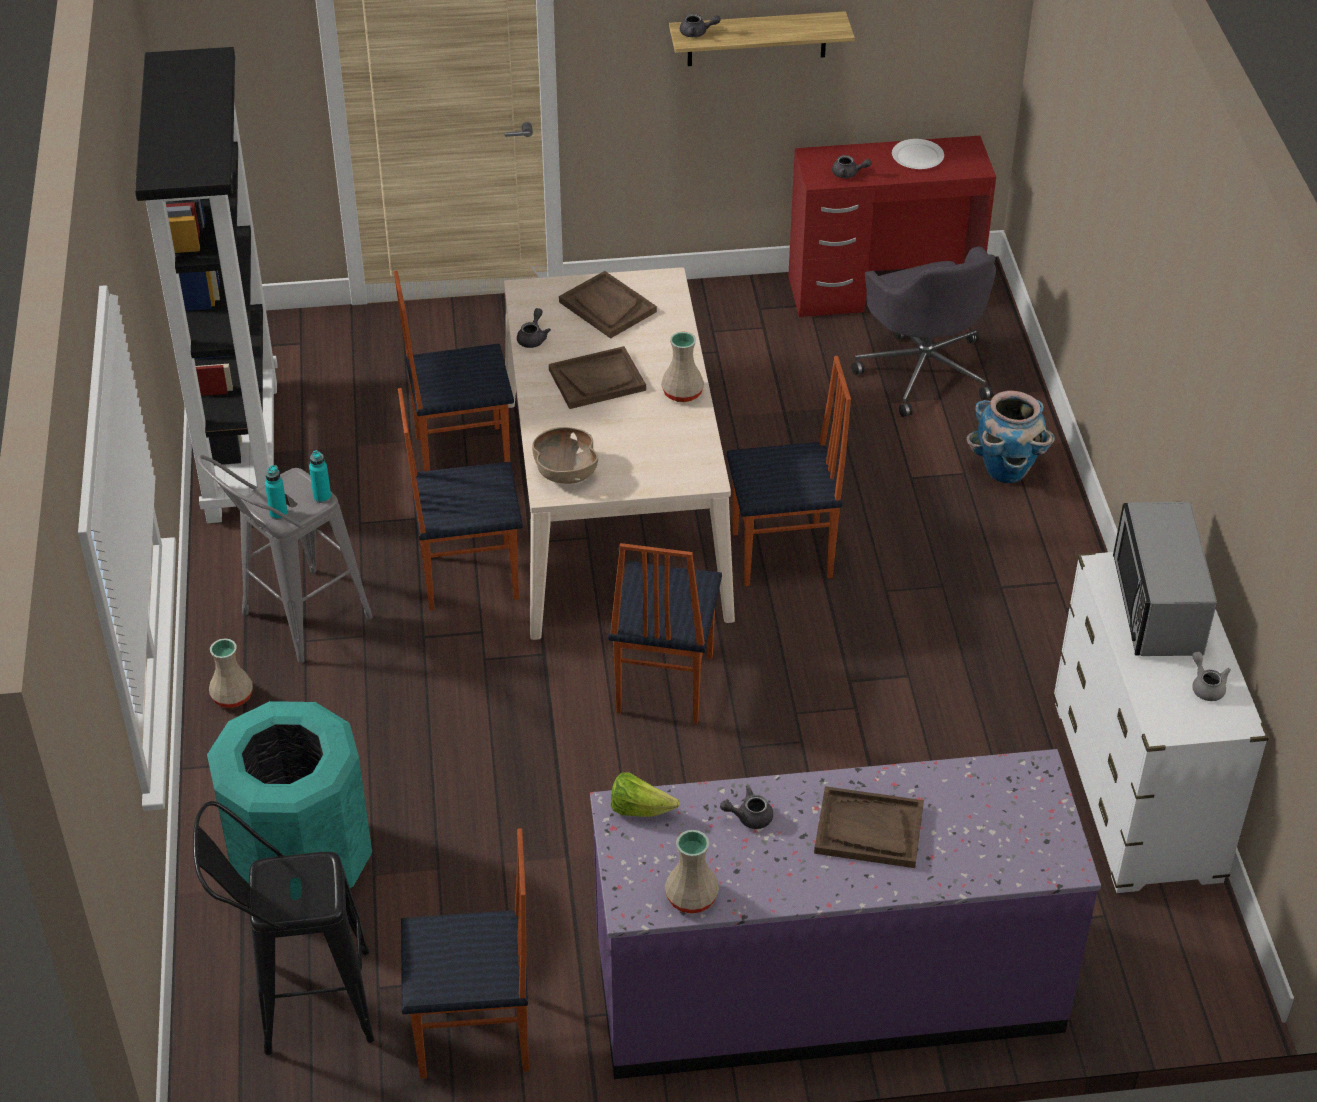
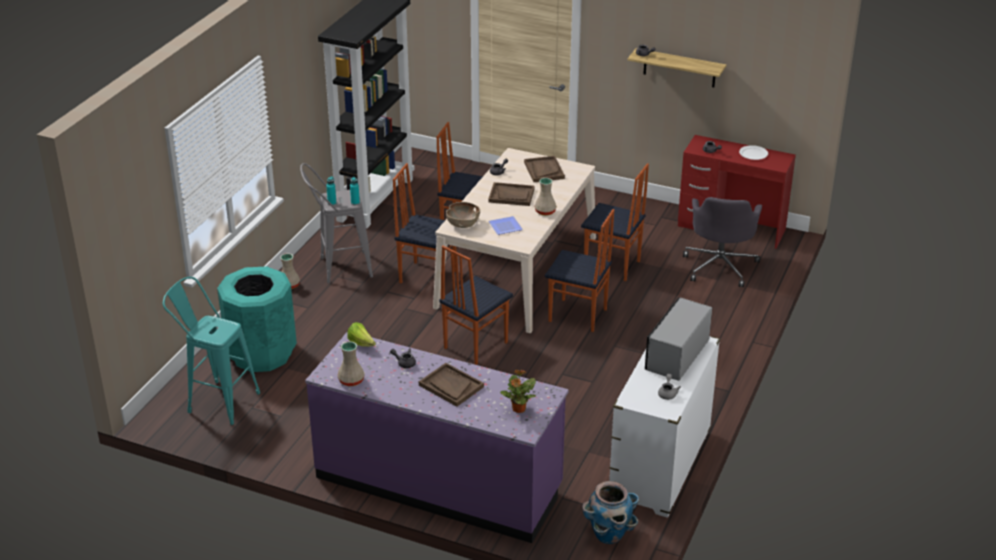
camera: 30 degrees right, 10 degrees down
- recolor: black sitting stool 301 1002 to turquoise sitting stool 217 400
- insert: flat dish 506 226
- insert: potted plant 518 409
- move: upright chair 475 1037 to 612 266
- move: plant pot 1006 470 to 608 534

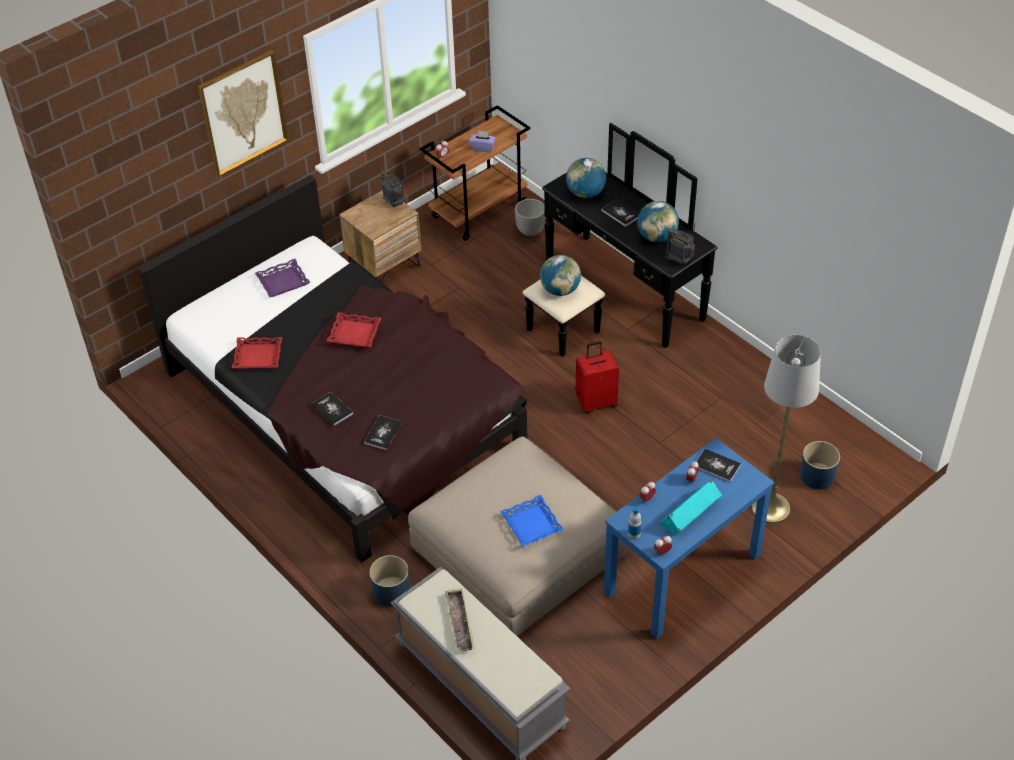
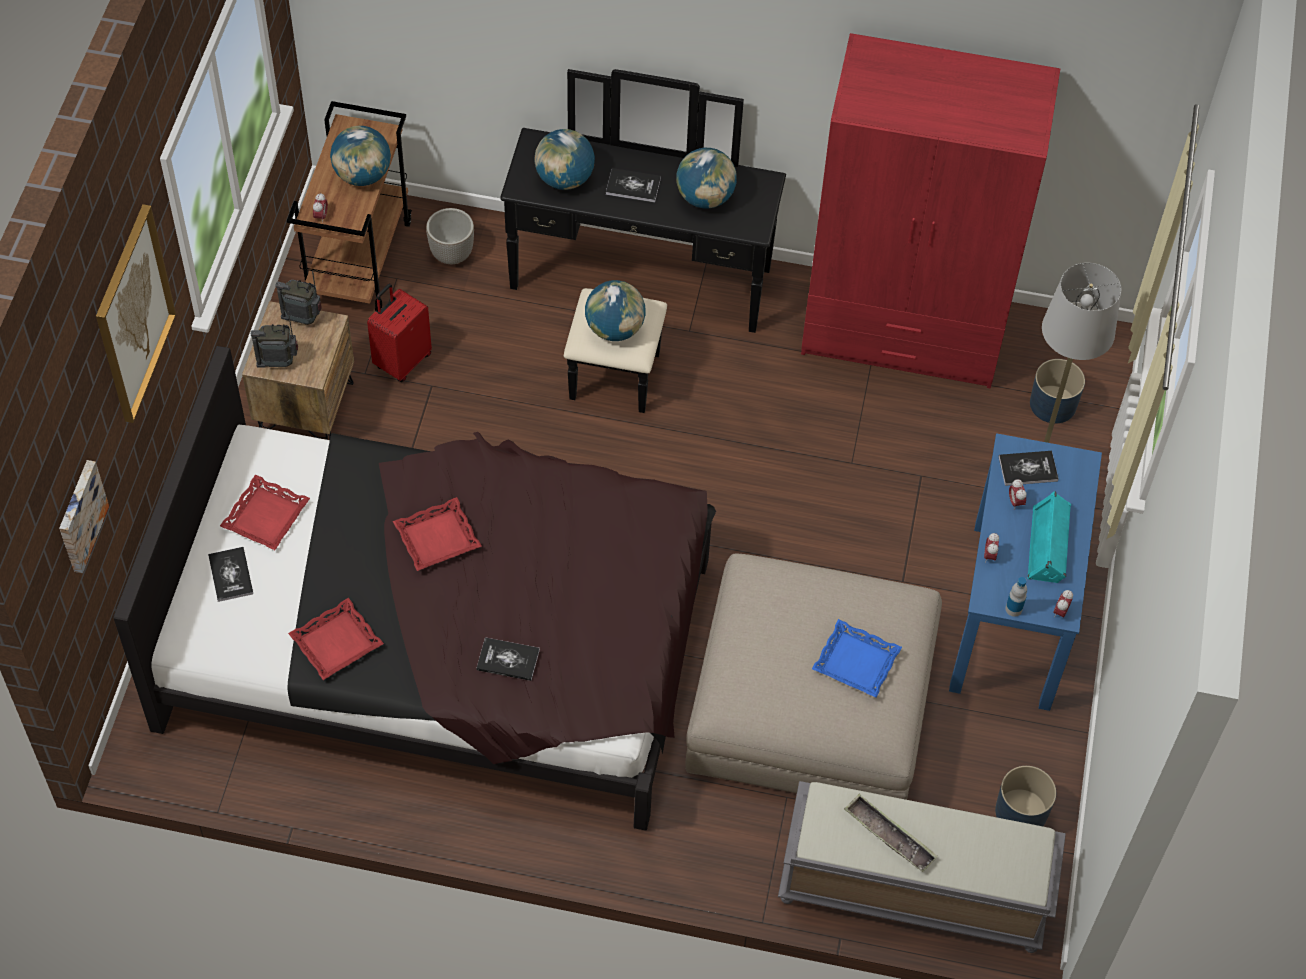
camera: 40 degrees left, 10 degrees up
- insert: wall picture 79 516
- move: bound book 383 433 to 231 575
- recolor: purple-coloured serving tray 283 282 to red serving tray 266 517
- move: radio receiver 680 261 to 278 362
- replace: purple-coloured tissue holder 483 147 to globe 362 175
- move: red suitcase 596 402 to 402 361
- insert: red armoire 903 332
- move: bluish plant pot 391 591 to 1021 812

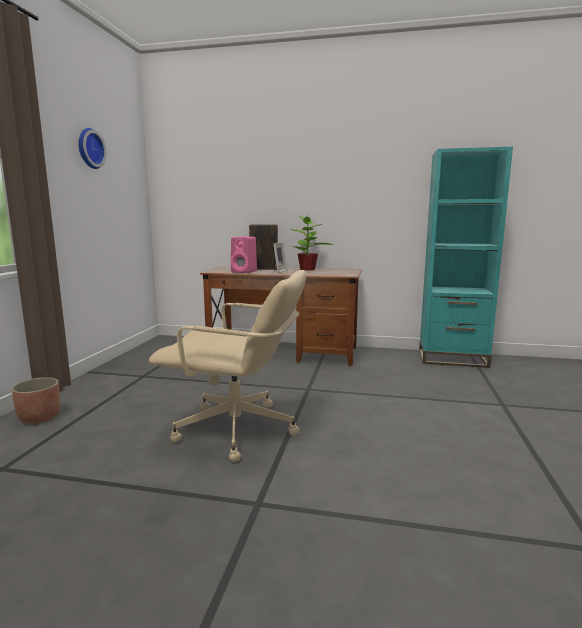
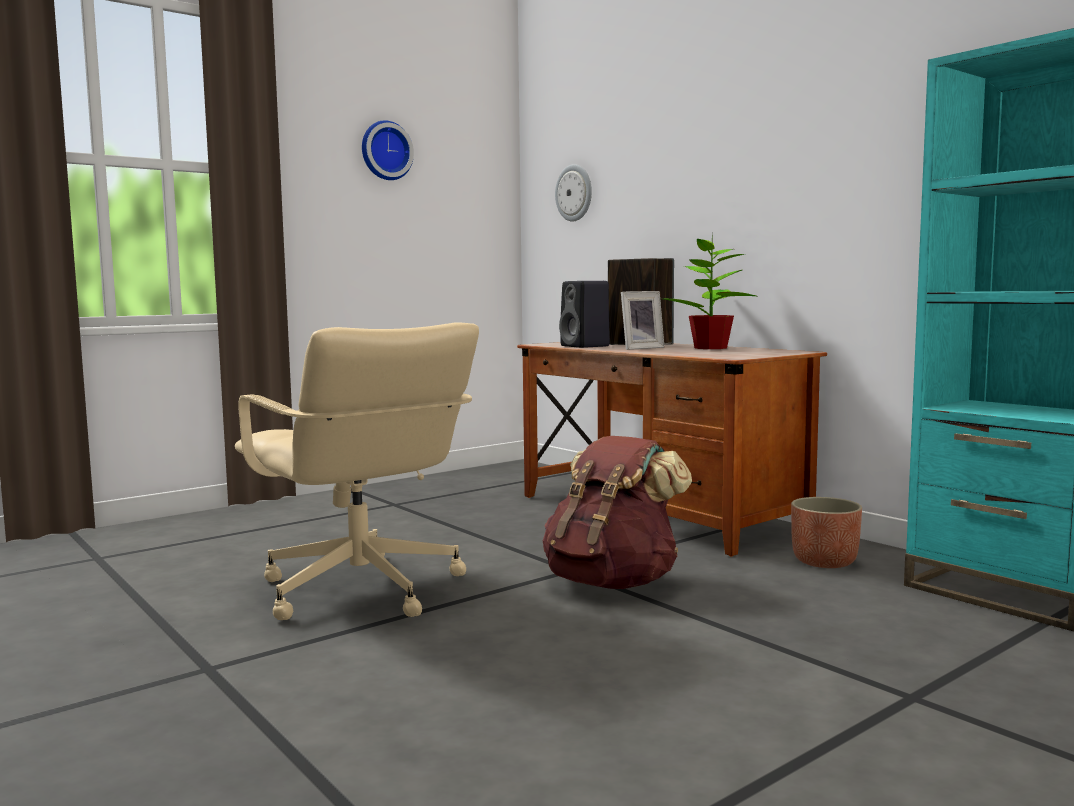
camera: 40 degrees right, 5 degrees down
- insert: brown knapsack 612 582
- insert: hanging clock 574 193
- recolor: pink loudspeaker 245 271 to black loudspeaker 586 346
- move: plant pot 40 417 to 824 562

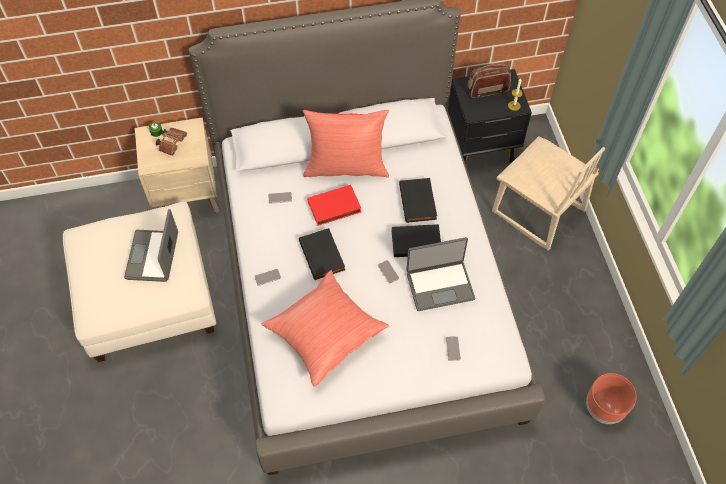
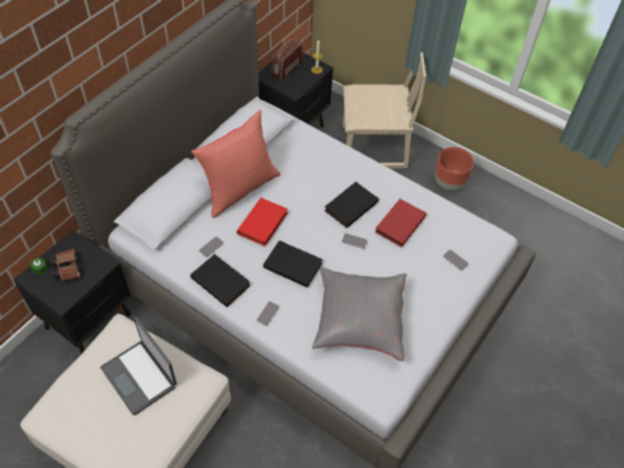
camera: 45 degrees left, 5 degrees down
- recolor: beige bedside table 188 197 to black bedside table 90 321
- move: black bound book 419 202 to 222 281
- recolor: red throw pillow 324 334 to gray throw pillow 358 321
- replace: laptop 440 285 to red bound book 399 224
- move: brown plant pot 603 409 to 449 183

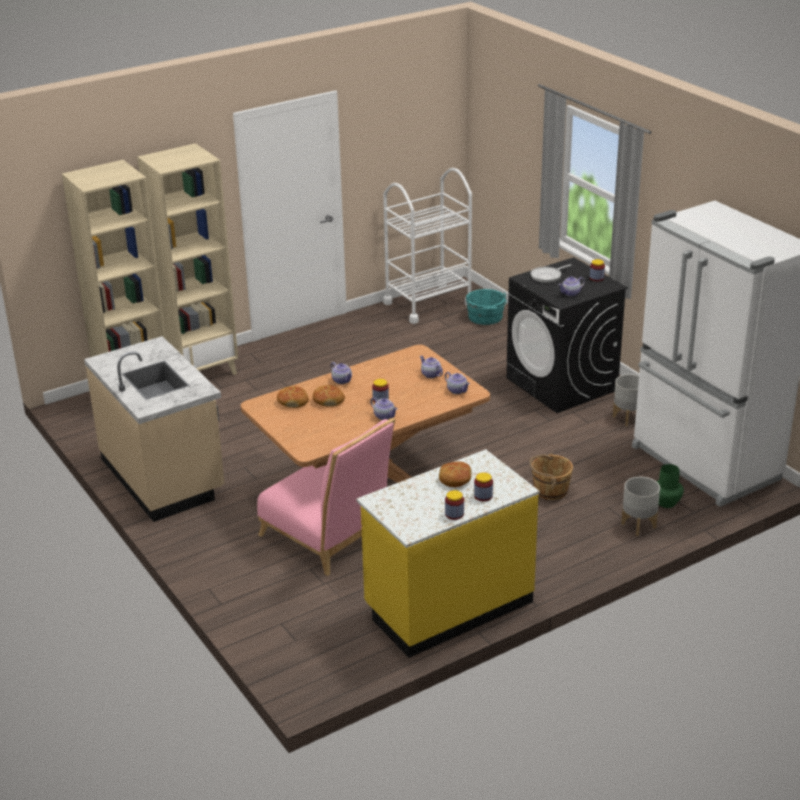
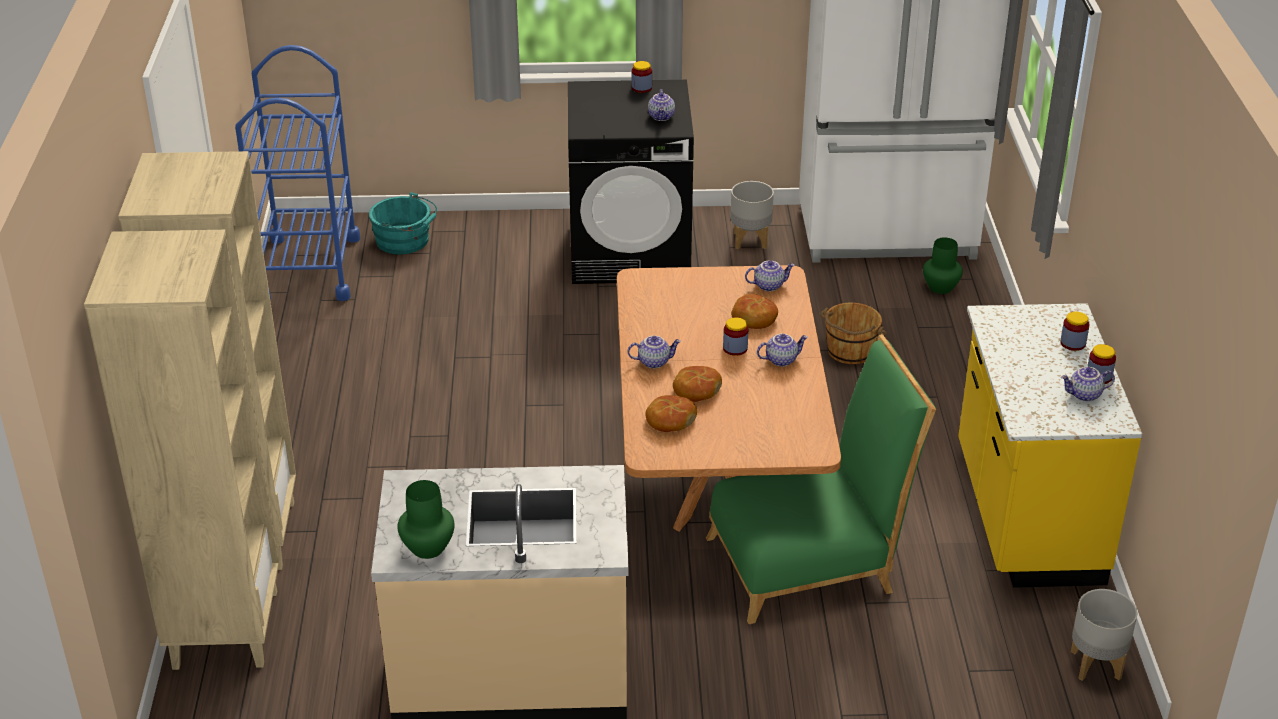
camera: 60 degrees left, 5 degrees up
- recolor: white wheeled cart 428 303 to bluish wheeled cart 309 268
- insert: green-coloured decorative vase 428 547
- recolor: pink upright chair 329 539 to green-coloured upright chair 810 562
- move: baked bread 455 479 to 753 318
- move: tea pot 430 375 to 1084 395
- move: gray plant pot 638 525 to 1095 665
- delete: pan 547 276

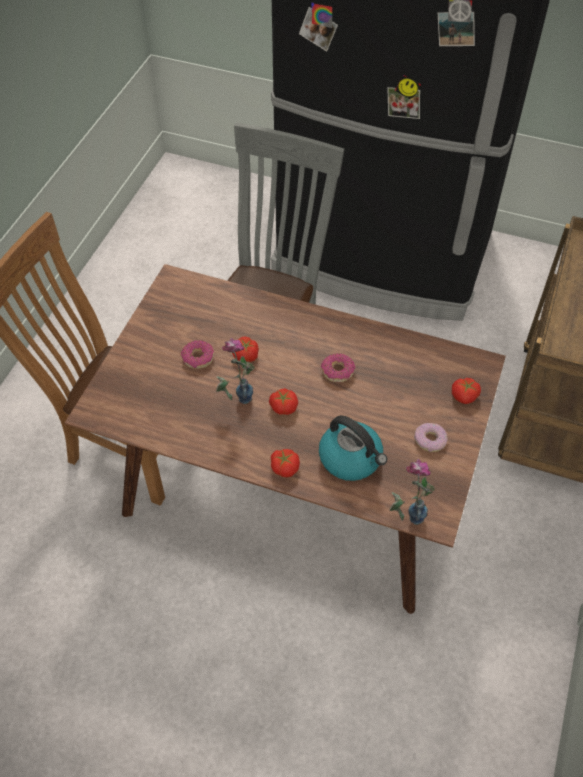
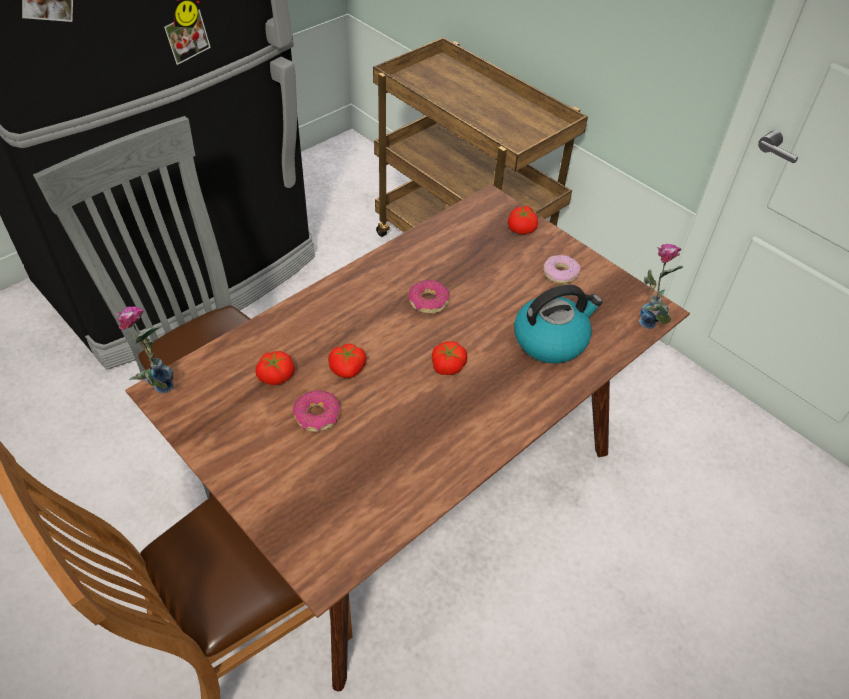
camera: 65 degrees left, 5 degrees down
- move: decorative vase 235 401 to 159 396
- move: whole tomato 285 467 to 275 375

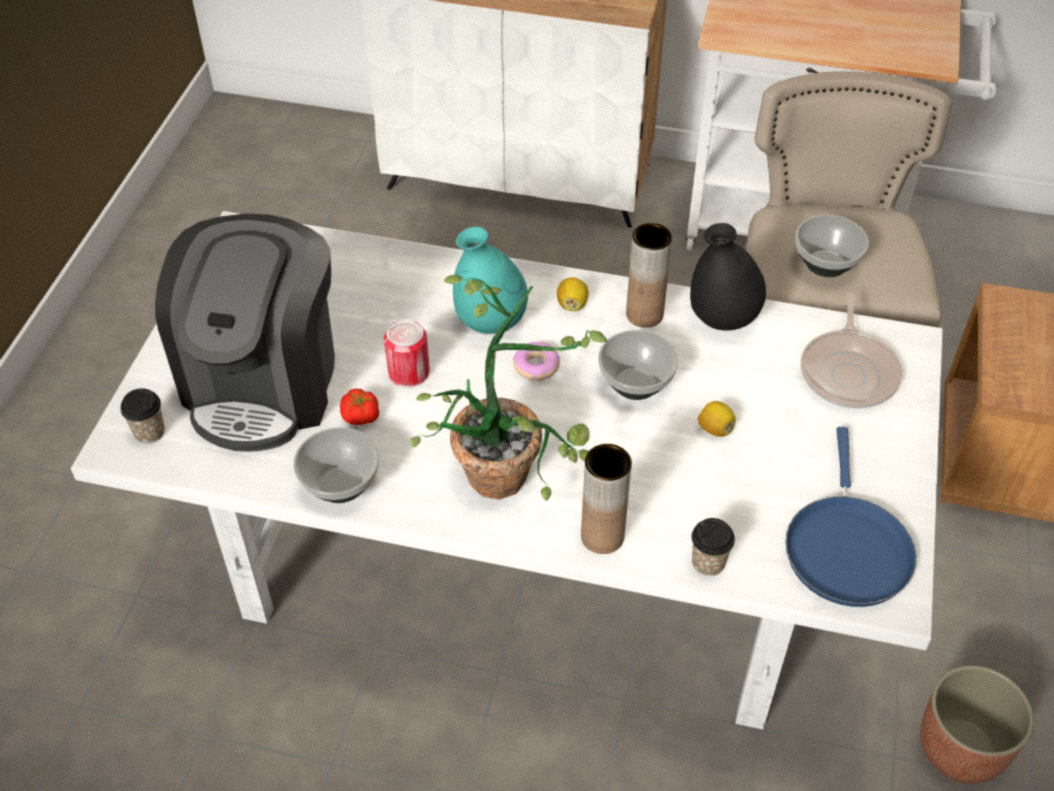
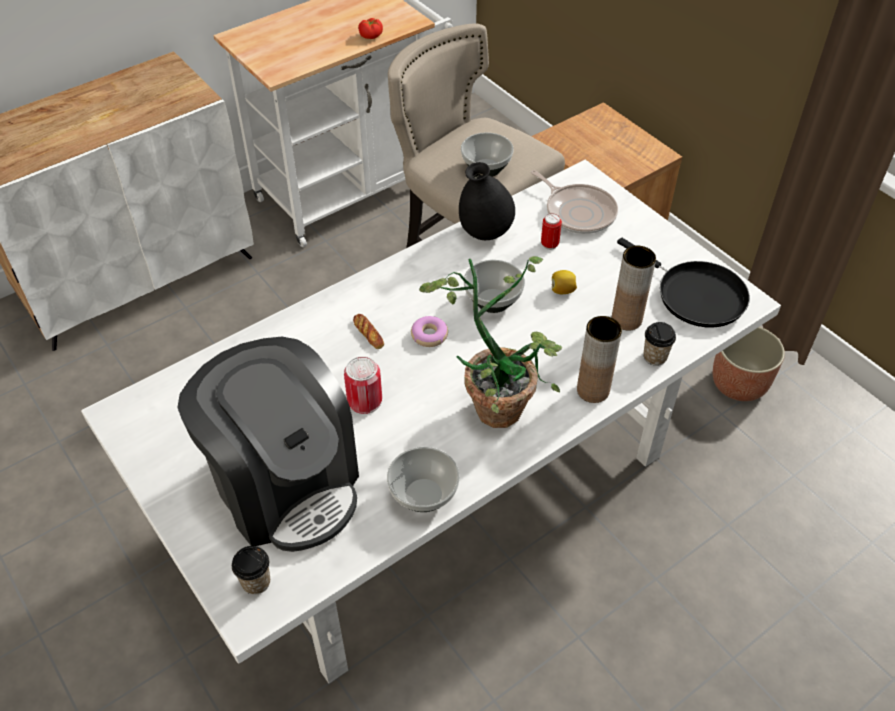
camera: 50 degrees left, 0 degrees up
- replace: turquoise decorative vase 491 323 to baked bread 368 334
- move: whole tomato 360 416 to 371 36
- insert: sealed can 549 244
- move: brown decorative vase 644 314 to 626 319
- recolor: bluish pan 846 547 to black pan 695 295
- delete: lemon 572 304

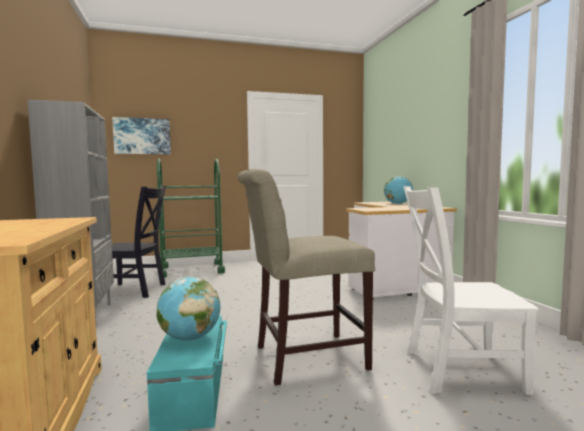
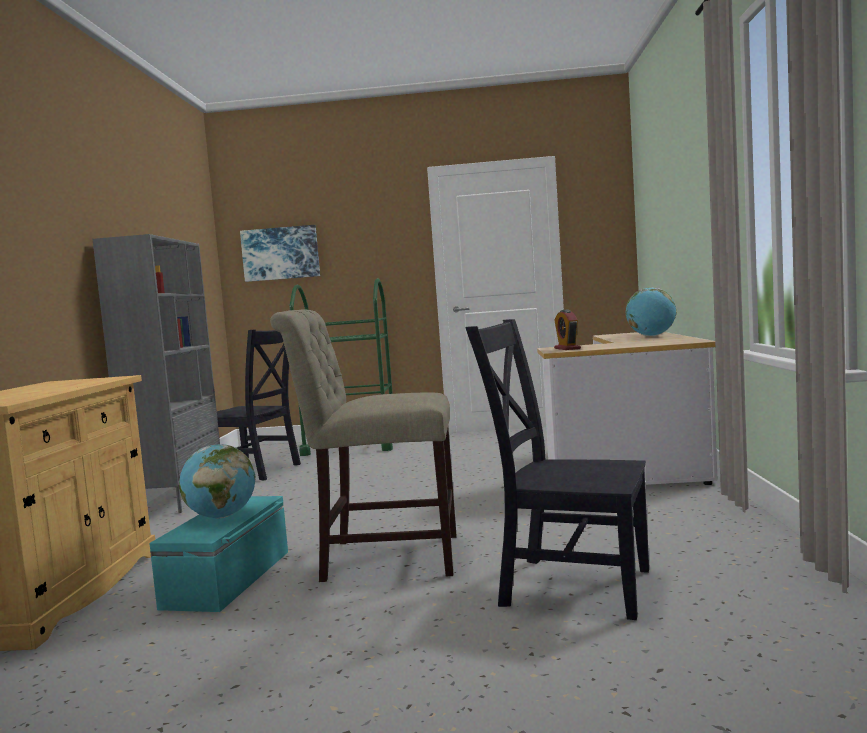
camera: 20 degrees right, 0 degrees up
- recolor: white upright chair 457 370 to black upright chair 569 586
- insert: bedside clock 567 348

